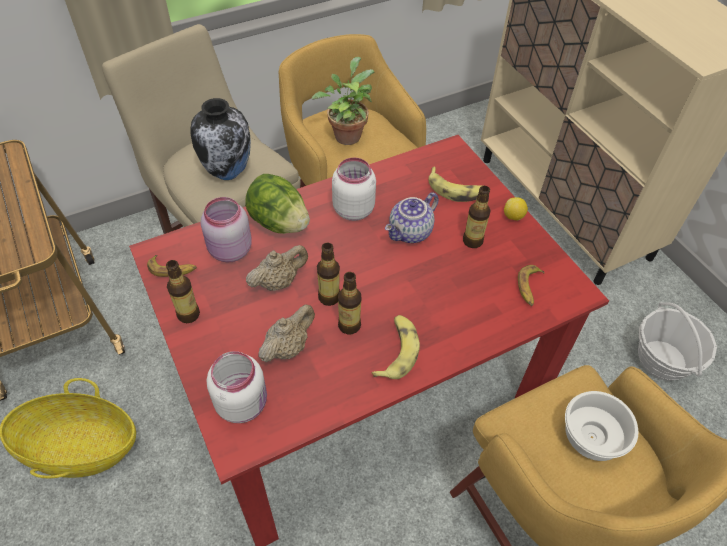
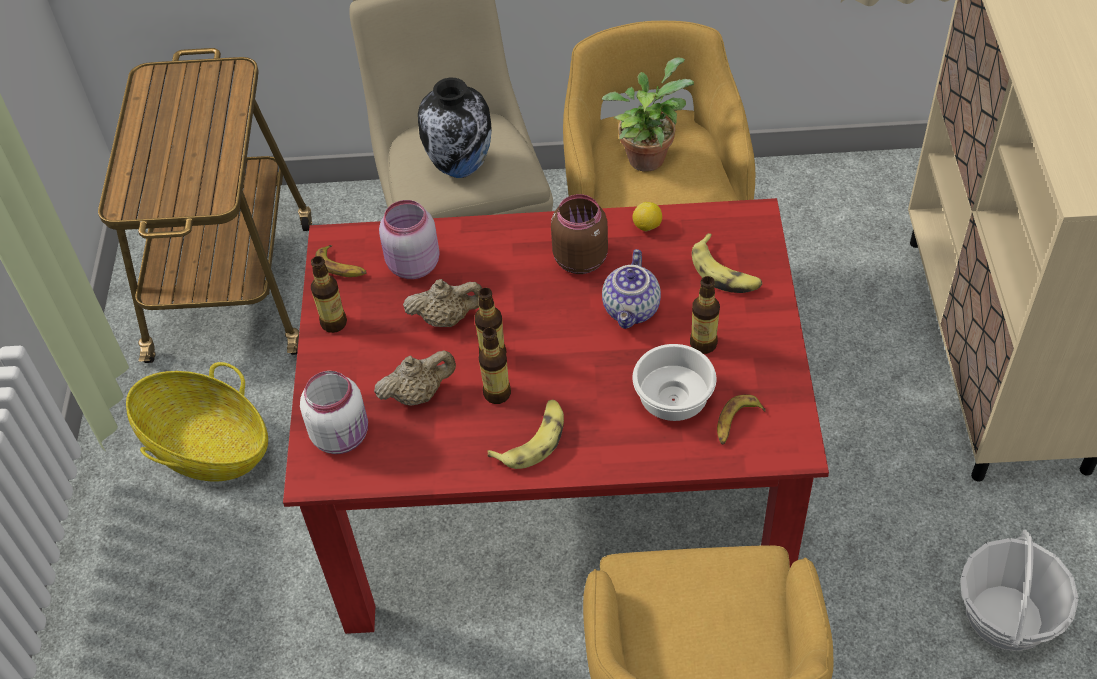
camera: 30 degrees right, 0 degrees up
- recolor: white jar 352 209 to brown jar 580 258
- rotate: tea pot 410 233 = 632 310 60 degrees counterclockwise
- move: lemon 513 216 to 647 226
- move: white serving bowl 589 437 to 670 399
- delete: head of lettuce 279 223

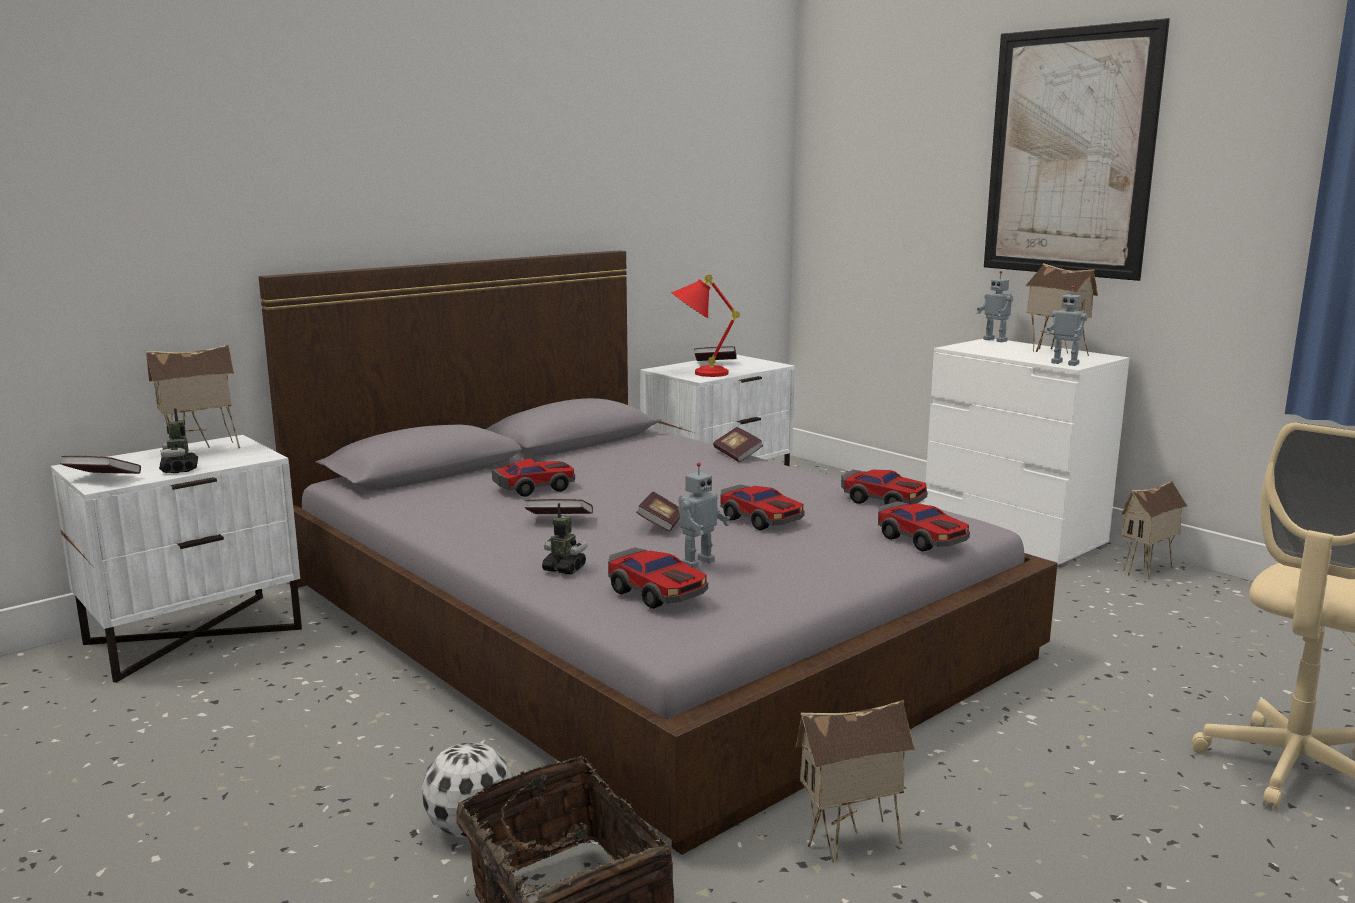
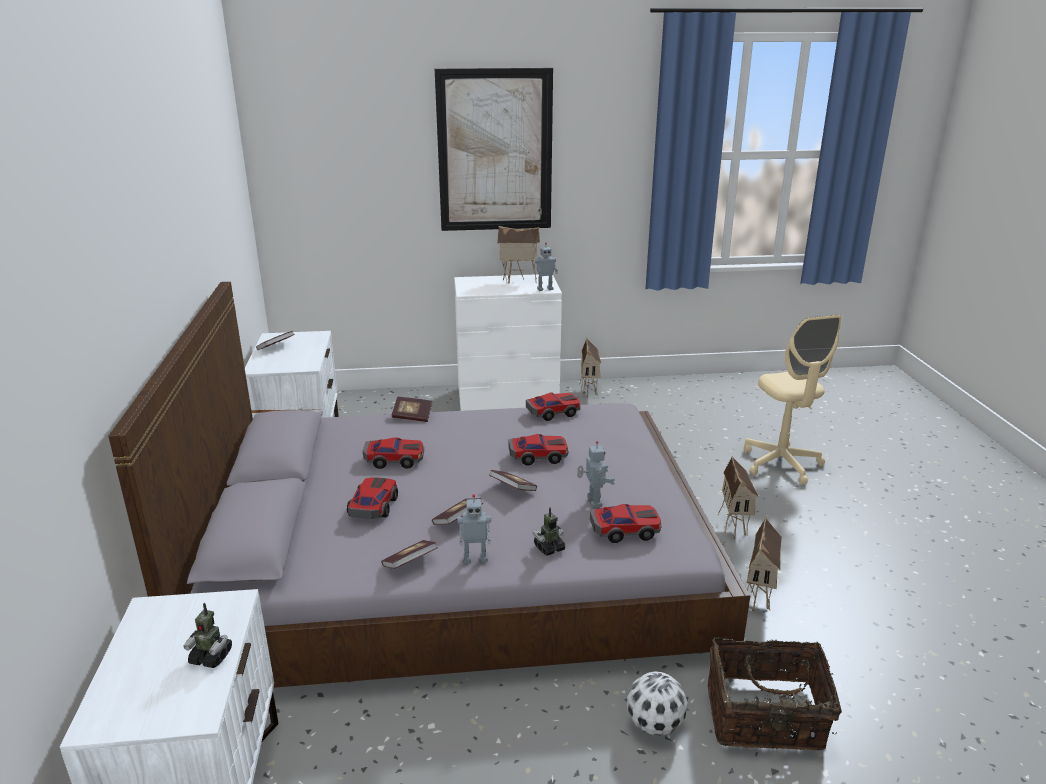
camera: 55 degrees left, 10 degrees up
- move: toy car 921 539 to 394 459
- move: bound book 103 479 to 410 563
- move: model robot 996 340 to 475 558
- move: miniature house 201 451 to 734 527
- delete: red table lamp 698 373

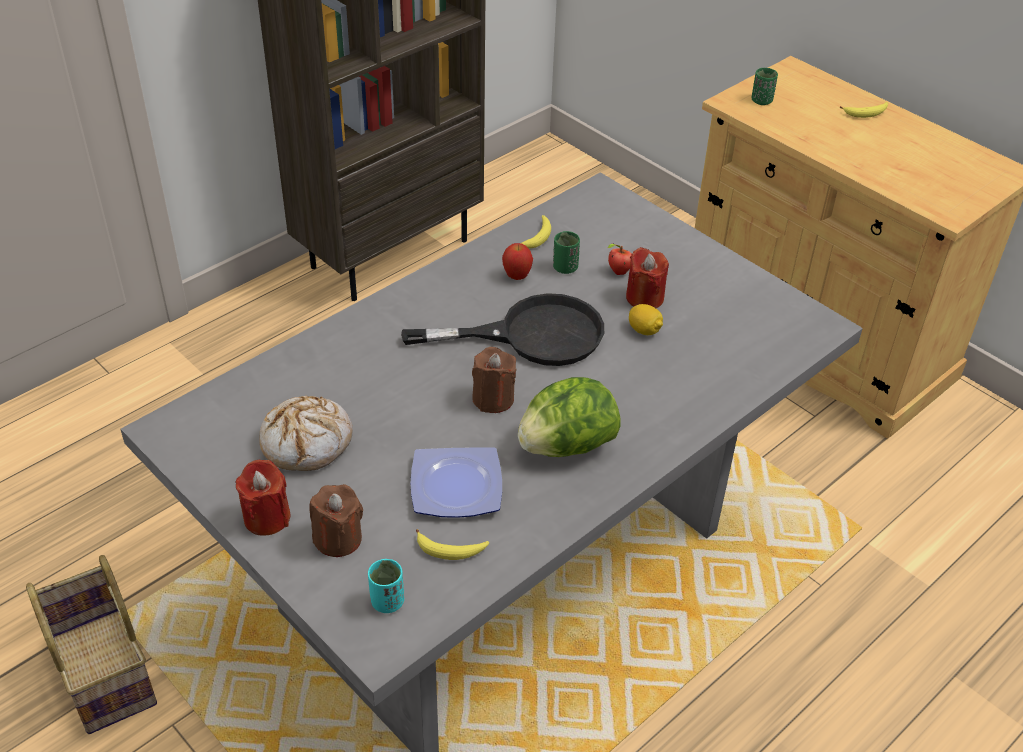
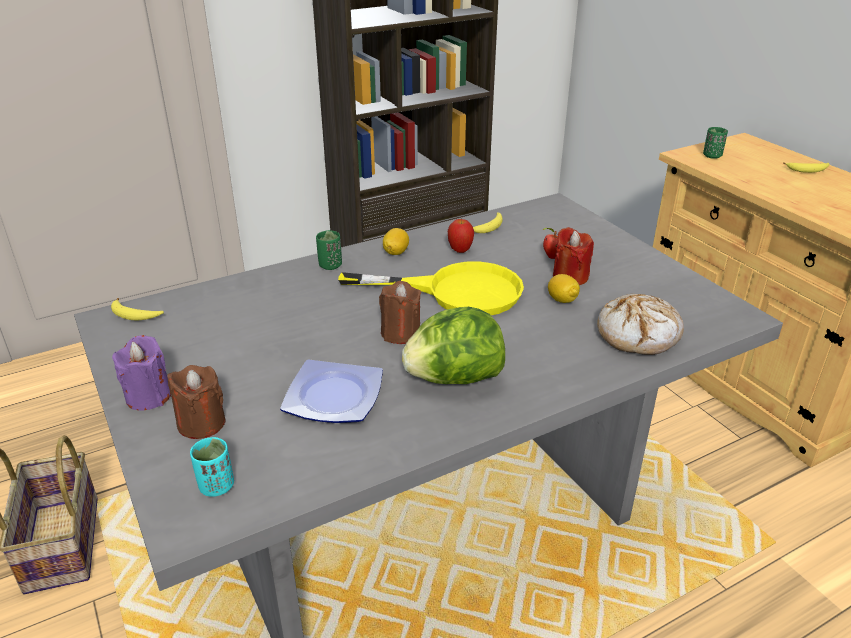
camera: 15 degrees right, 10 degrees down
- move: whole banana 450 550 to 135 315
- recolor: red candle 267 517 to purple-coloured candle 148 396
- move: green-coloured small cup 565 268 to 330 265
- recolor: black pan 532 335 to yellow-coloured pan 456 291
- insert: lemon 396 252
- move: baked bread 307 442 to 638 334

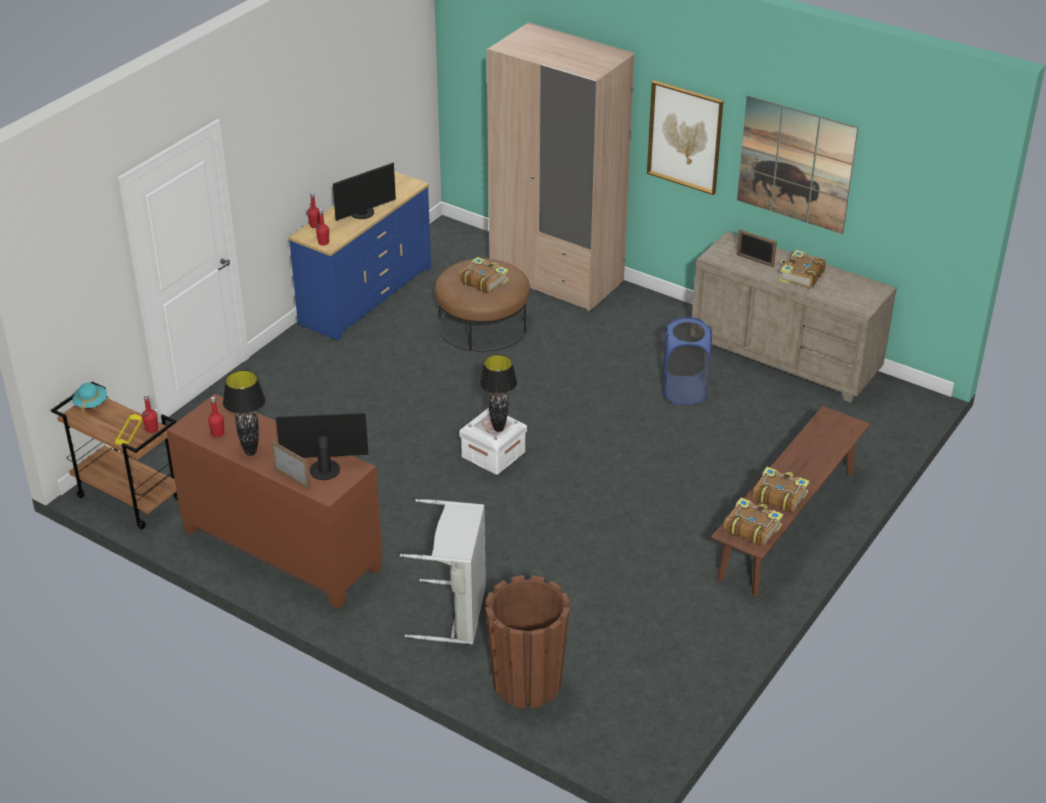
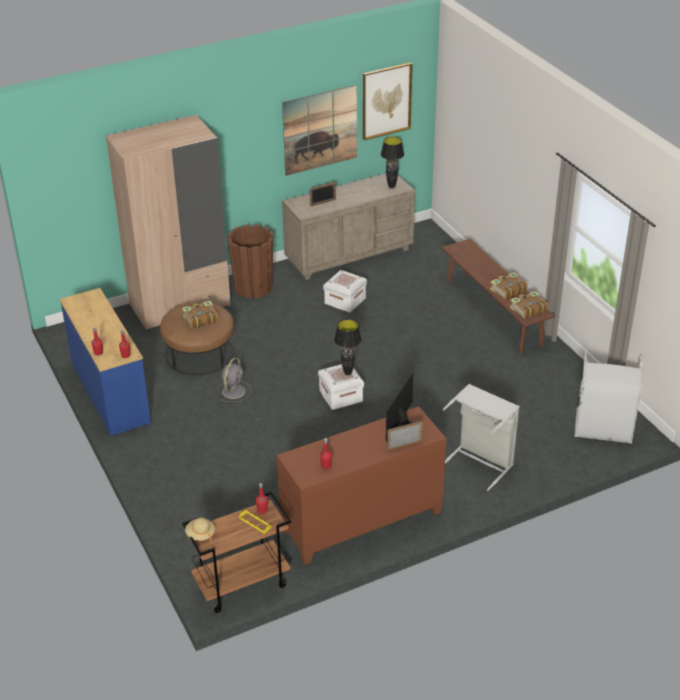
camera: 60 degrees left, 0 degrees up
- recolor: turquoise hat 91 403 to beige hat 200 534
- insert: gray fan 234 391
- move: brown plant pot 527 683 to 253 287
- replace: bluish hamper 684 391 to white storage bin 345 301
- move: wall picture 685 137 to 386 101
- move: black table lamp 250 452 to 391 187
- insert: gray hamper 603 430
- delete: computer screen 363 214
- delete: bound book 801 276

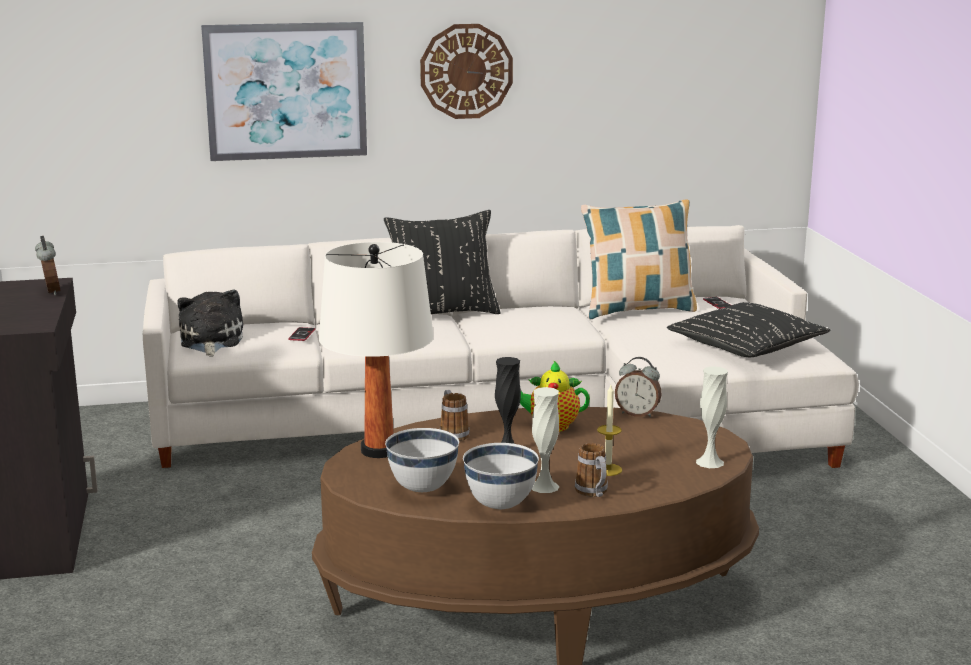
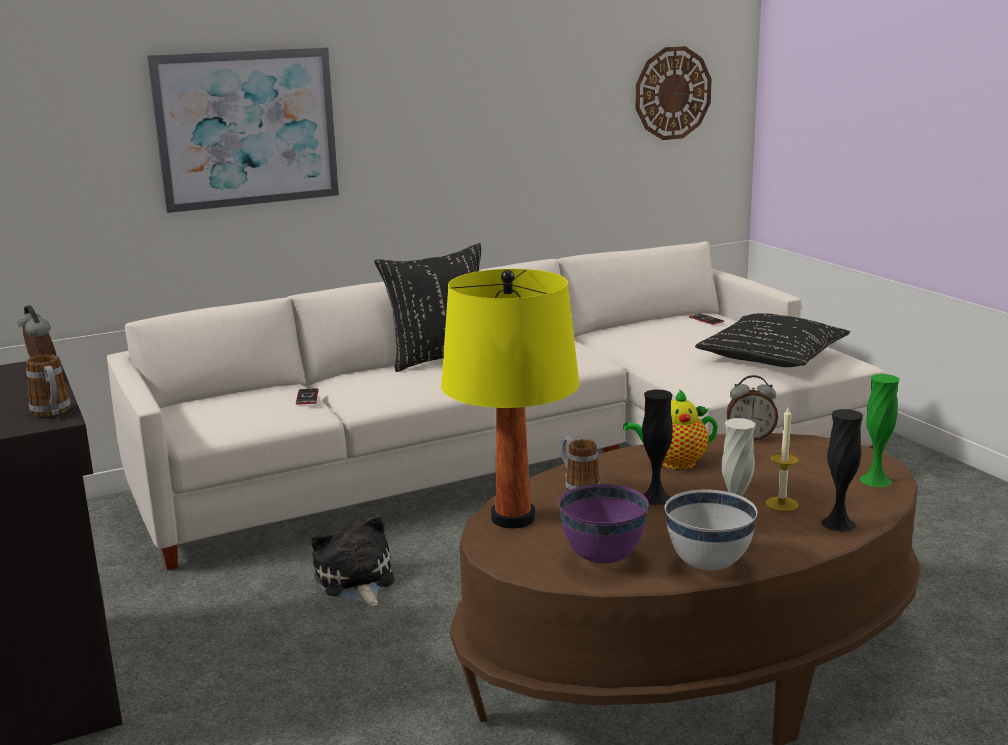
camera: 15 degrees left, 0 degrees up
- move: tea mug 594 493 to 52 413
- move: plush toy 210 341 to 355 581
- recolor: white table lamp 379 450 to yellow-coloured table lamp 513 518
- recolor: white serving bowl 423 489 to purple-coloured serving bowl 603 558
- move: hanging clock 466 71 to 672 93
- insert: black decorative vase 838 523
- recolor: white decorative vase 709 462 to green-coloured decorative vase 875 480
- delete: throw pillow 638 310

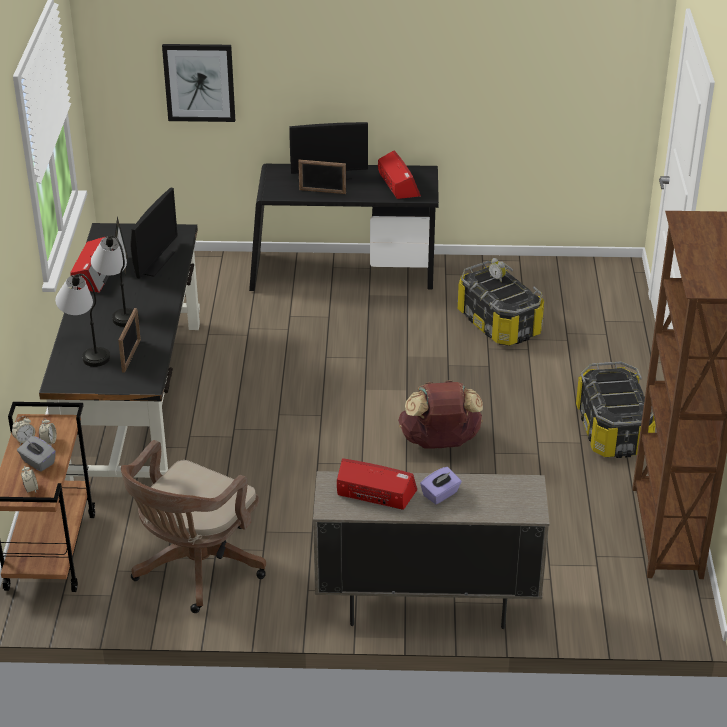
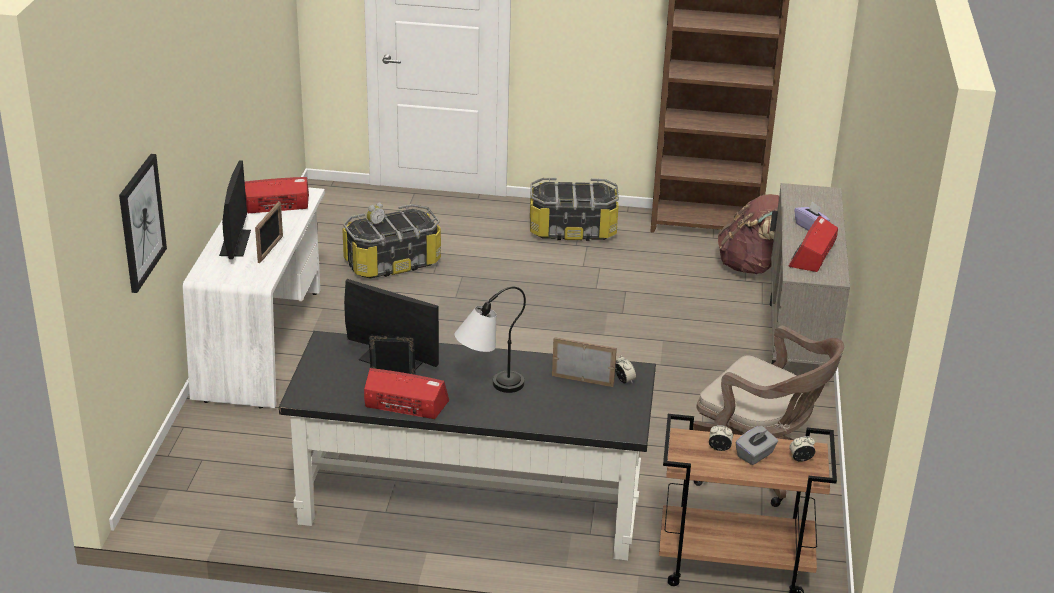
camera: 85 degrees left, 5 degrees down
- recolor: black desk table 343 274 to white desk table 263 343
- move: bedside clock 24 440 to 624 380
- move: brown knapsack 439 443 to 751 266
- delete: table lamp 87 349

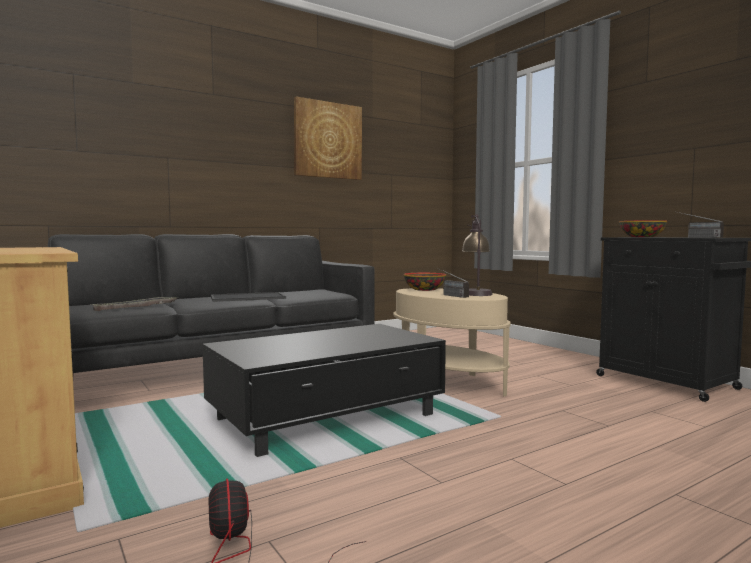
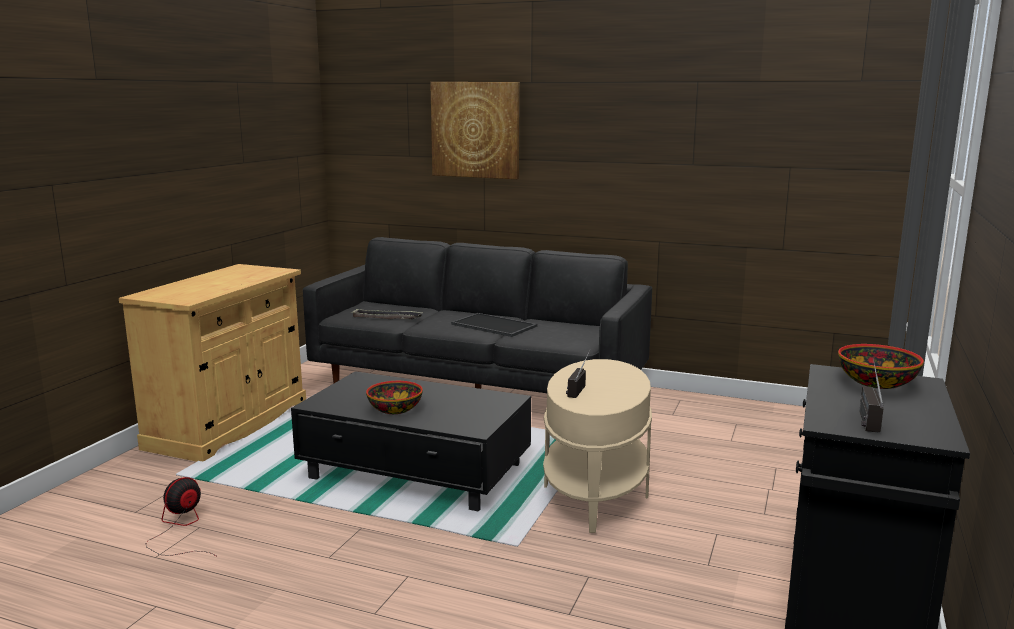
camera: 55 degrees right, 10 degrees up
- move: serving bowl 424 289 to 394 409
- move: wall picture 328 140 to 475 130
- delete: table lamp 476 293

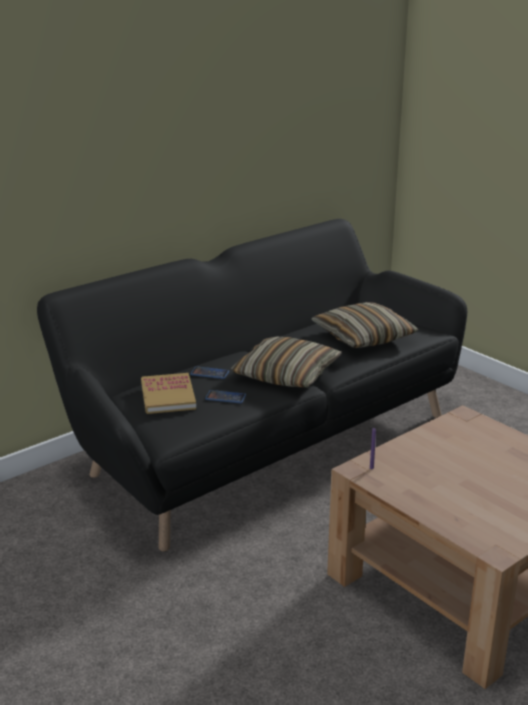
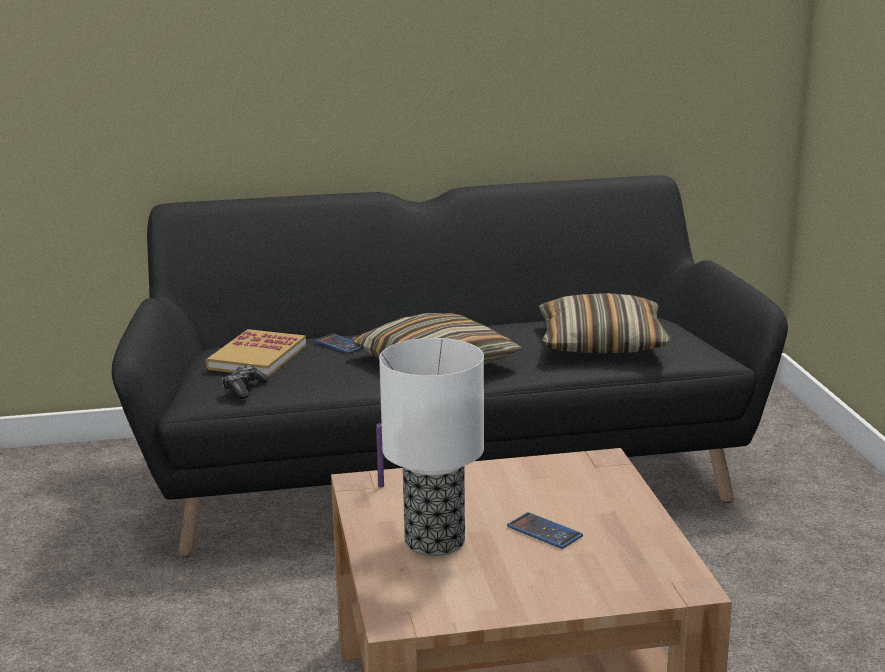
camera: 30 degrees right, 5 degrees down
- insert: game controller 244 389
- insert: table lamp 433 542
- move: phone 225 397 to 544 531

